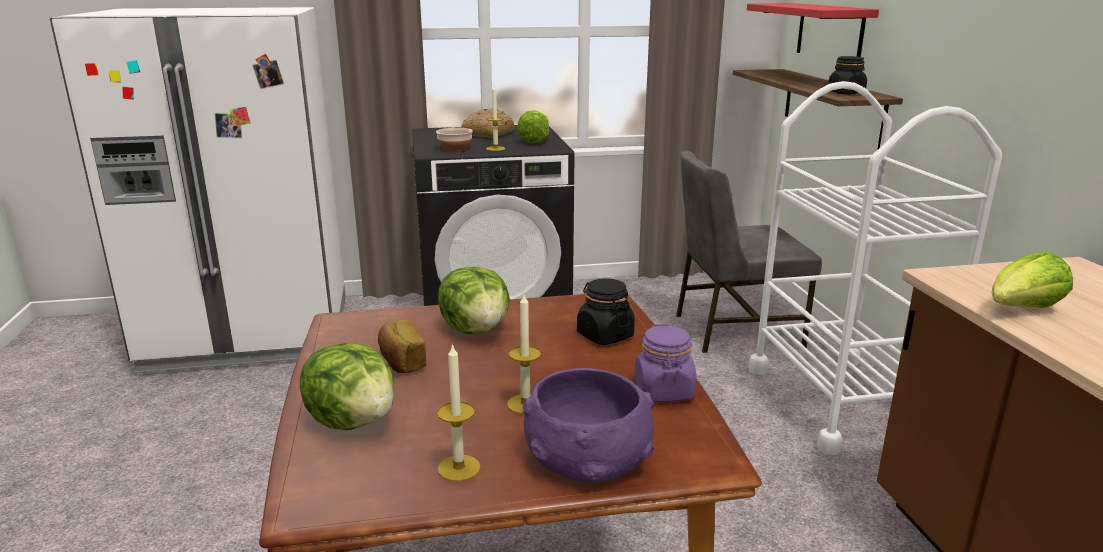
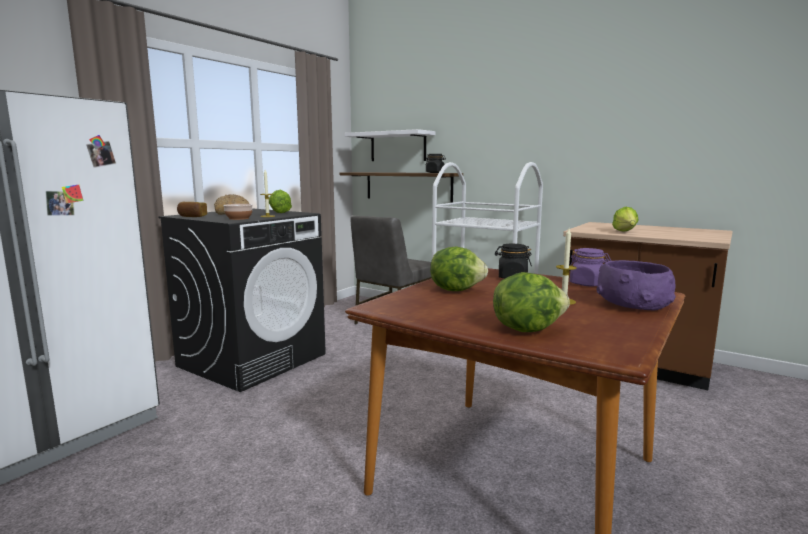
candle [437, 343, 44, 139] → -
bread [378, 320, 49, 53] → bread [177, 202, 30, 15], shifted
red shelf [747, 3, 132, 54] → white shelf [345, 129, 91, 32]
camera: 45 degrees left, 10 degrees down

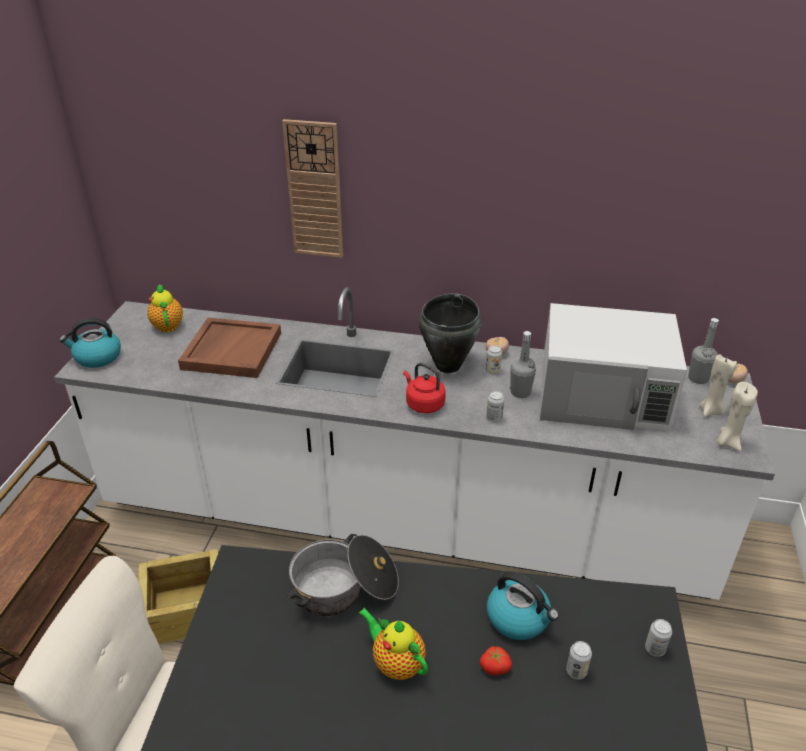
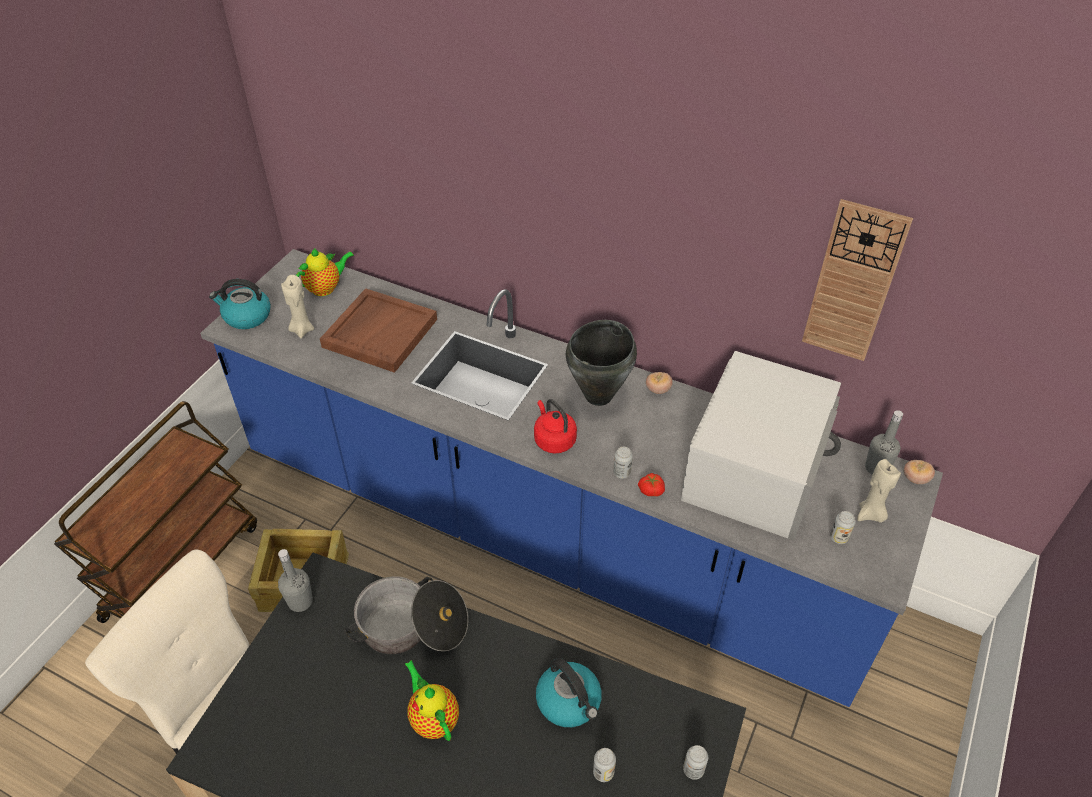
wall clock [282, 119, 62, 139] → wall clock [802, 199, 111, 162], shifted
tomato [480, 646, 32, 30] → tomato [638, 473, 27, 24], shifted
can [486, 345, 16, 30] → can [830, 511, 25, 33], shifted
grey bottle [510, 331, 26, 67] → grey bottle [278, 549, 35, 63], shifted
beige candle [717, 382, 41, 69] → beige candle [281, 275, 33, 64], shifted
white counter [54, 287, 721, 313] → blue counter [200, 249, 743, 458]
teapot [147, 284, 36, 48] → teapot [296, 248, 58, 48], 60 degrees clockwise
white microwave [540, 303, 147, 128] → white microwave [681, 351, 160, 190], 90 degrees counterclockwise
camera: 15 degrees right, 10 degrees up

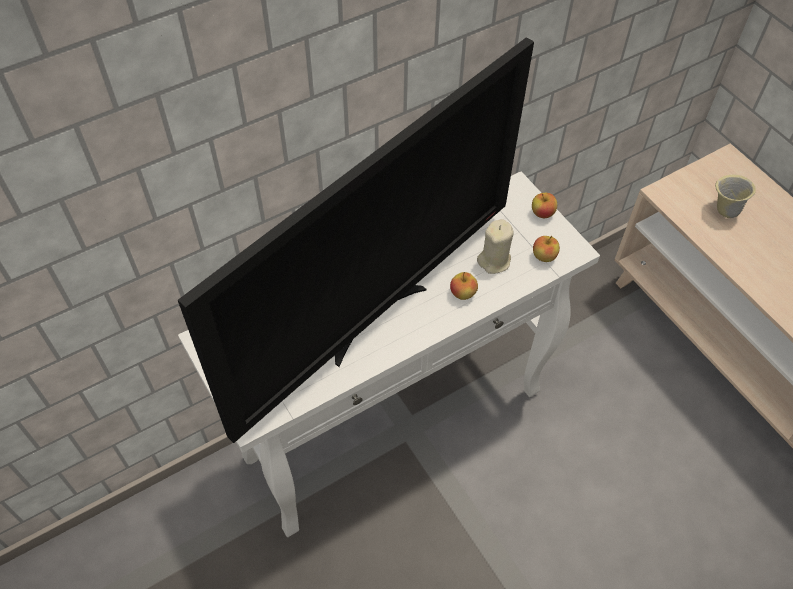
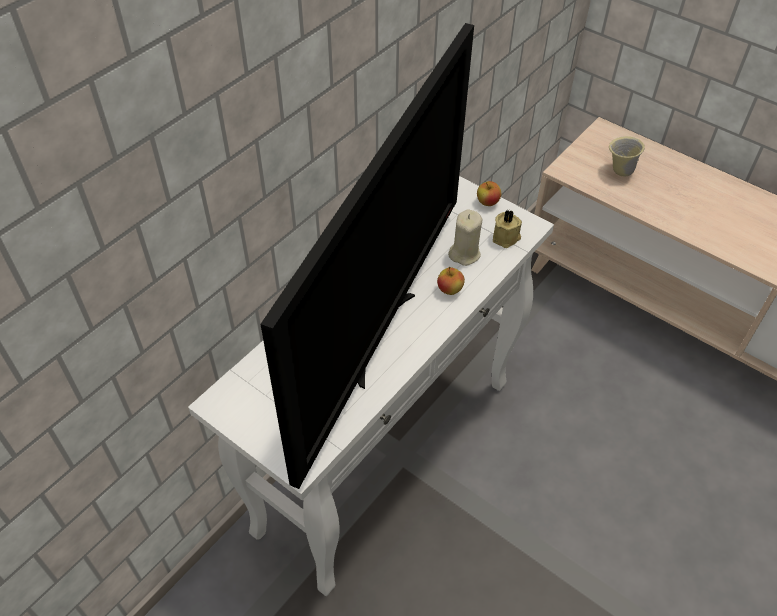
apple [533, 235, 27, 27] → beige candle [493, 210, 29, 38]
camera: 20 degrees left, 5 degrees down

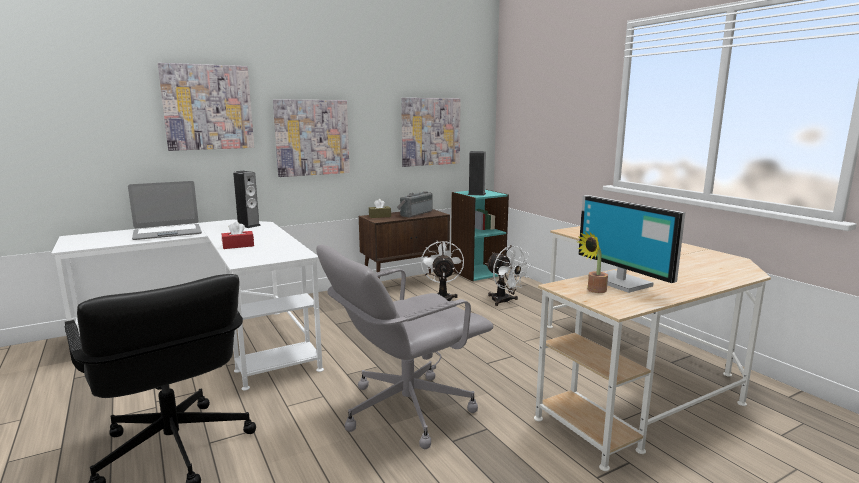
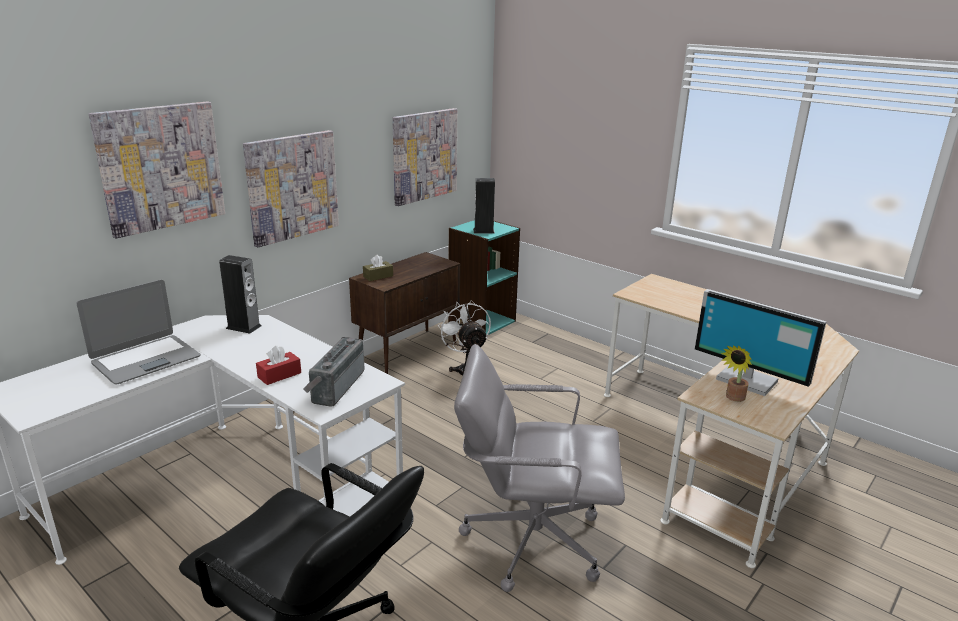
white fan [486, 245, 46, 61] → -
radio [397, 191, 35, 27] → radio [303, 337, 62, 70], shifted
grey office chair [316, 245, 177, 204] → grey office chair [454, 344, 171, 248], 60 degrees clockwise
camera: 20 degrees left, 10 degrees up

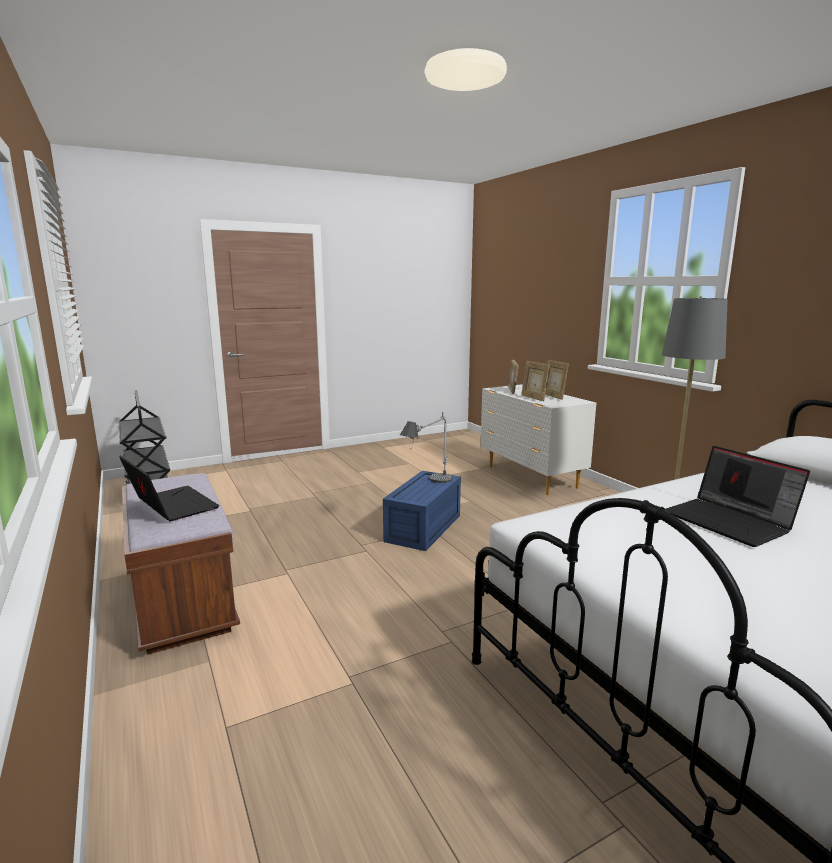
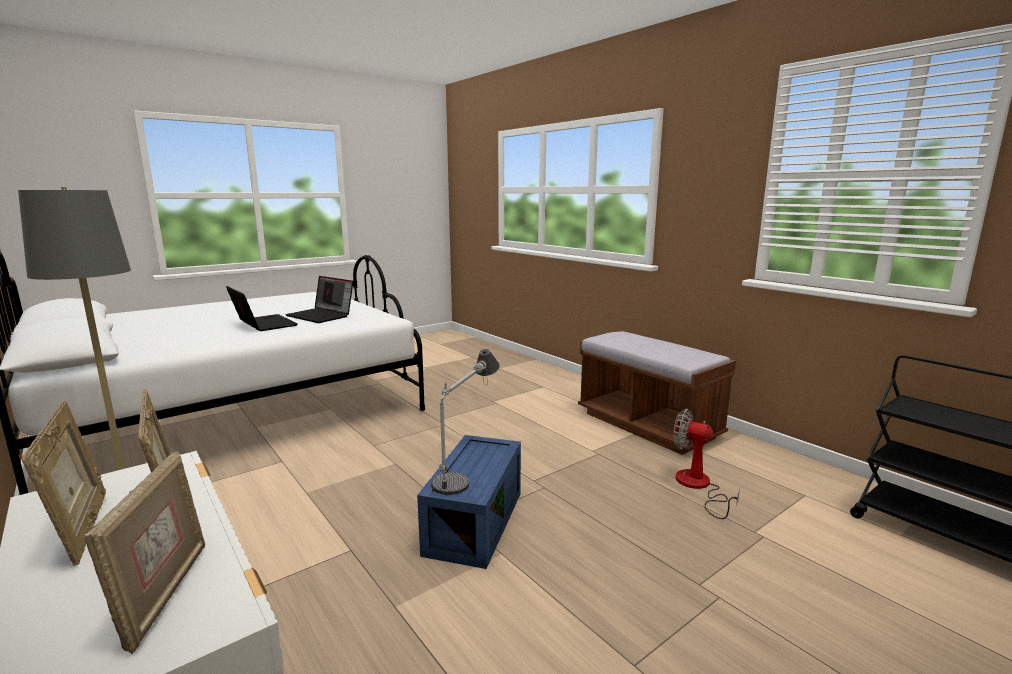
- → fan [673, 409, 67, 110]
laptop [119, 455, 101, 66] → laptop [285, 276, 68, 47], shifted
camera: 170 degrees right, 0 degrees up

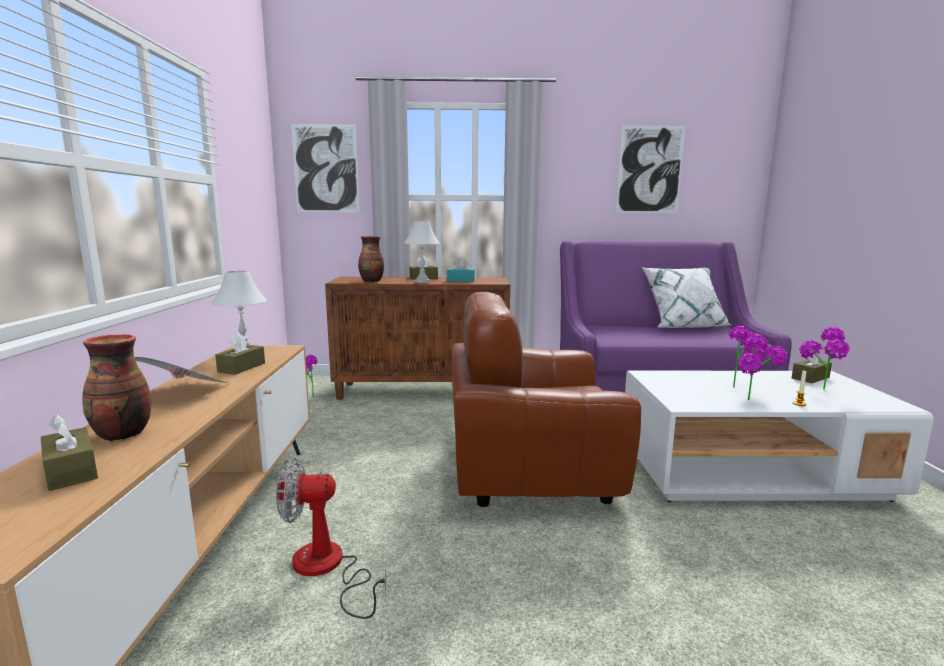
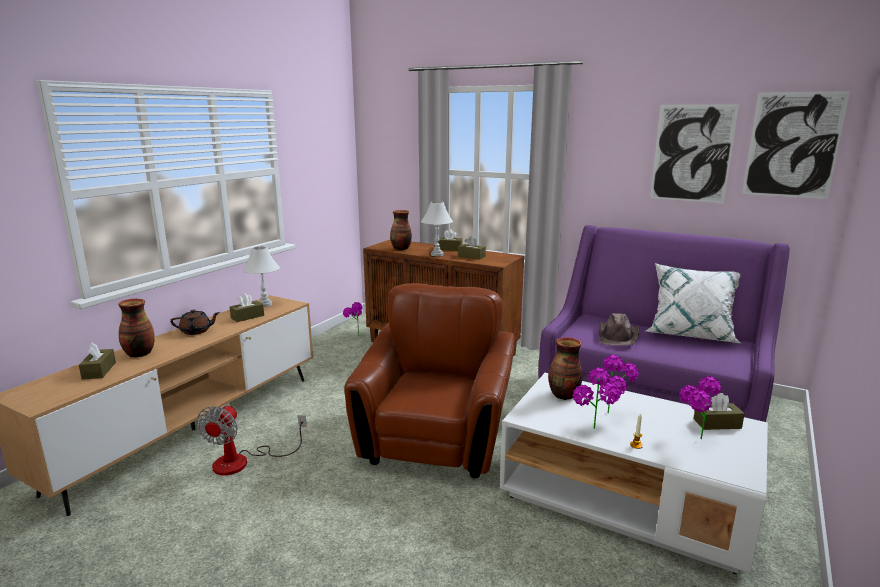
- → vase [548, 337, 34, 63]
- → brown hat [599, 313, 41, 32]
picture [291, 124, 68, 88] → picture [742, 91, 108, 108], shifted
newspaper [135, 357, 91, 26] → brown teapot [170, 309, 50, 26]
turquoise tissue box [447, 258, 28, 24] → brown tissue box [458, 236, 28, 24]
fan [276, 458, 111, 161] → fan [196, 404, 111, 72], 105 degrees counterclockwise
brown armchair [452, 292, 189, 215] → brown armchair [344, 283, 171, 195], 75 degrees clockwise
camera: 30 degrees right, 5 degrees up

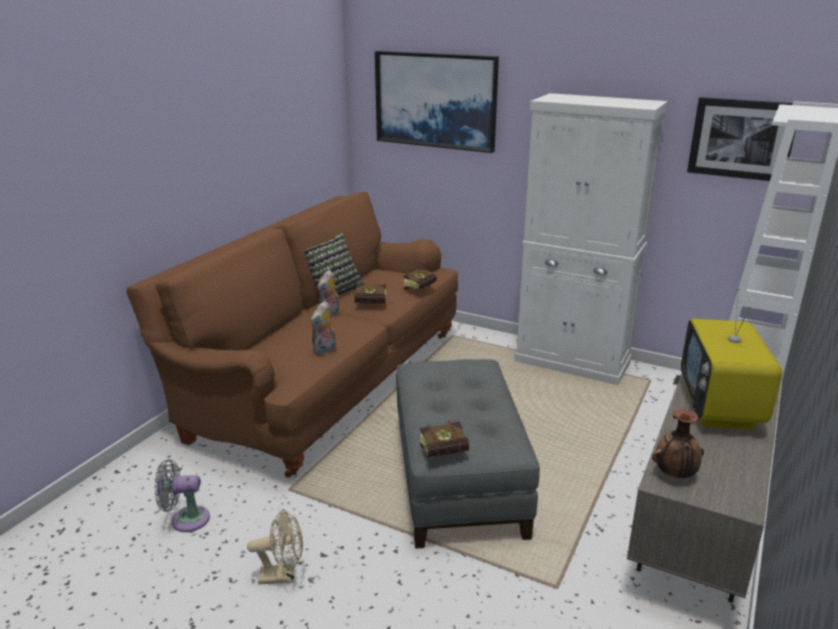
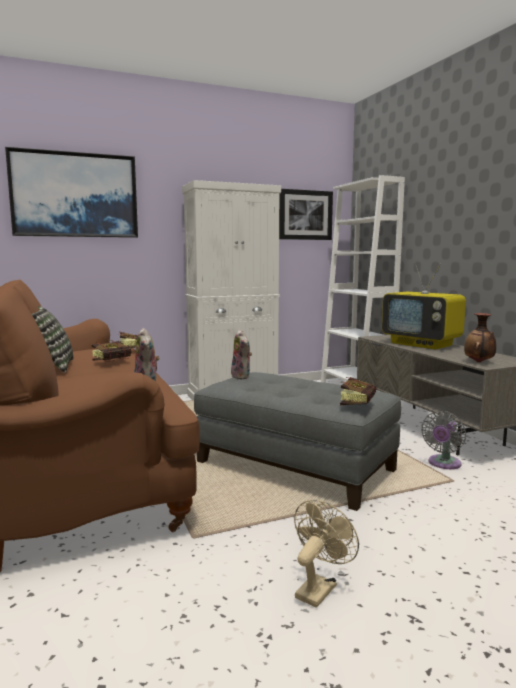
grey fan [155, 459, 55, 73] → grey fan [421, 411, 45, 58], shifted
plush toy [318, 270, 21, 48] → plush toy [231, 330, 21, 49], shifted
camera: 50 degrees left, 15 degrees down

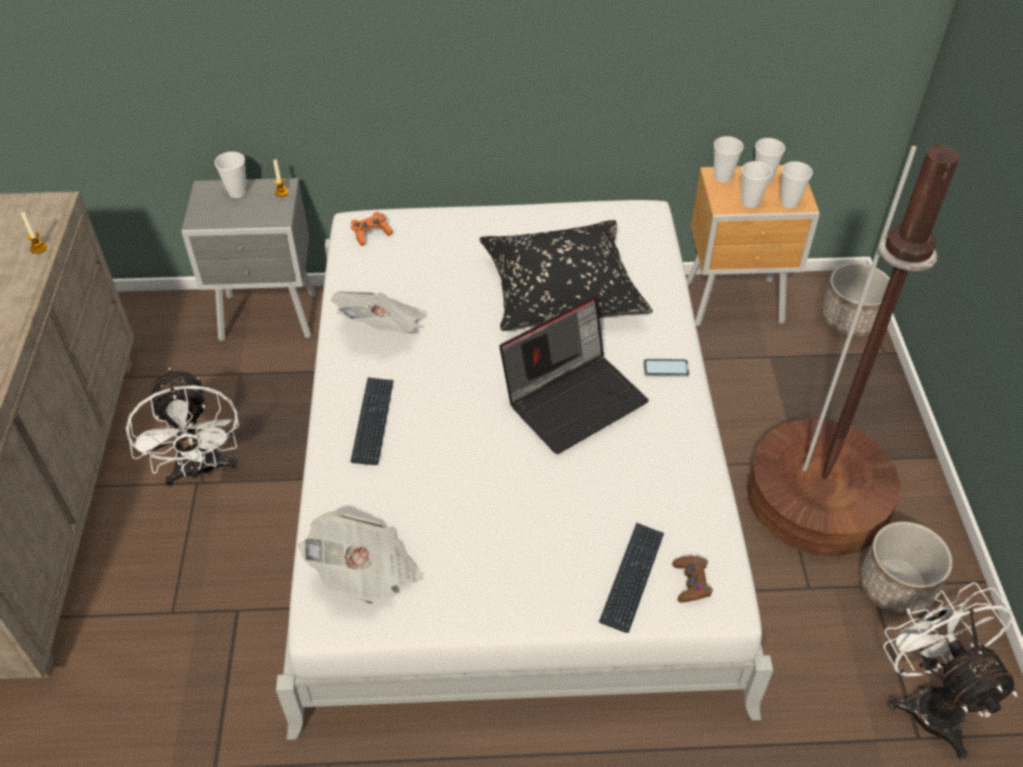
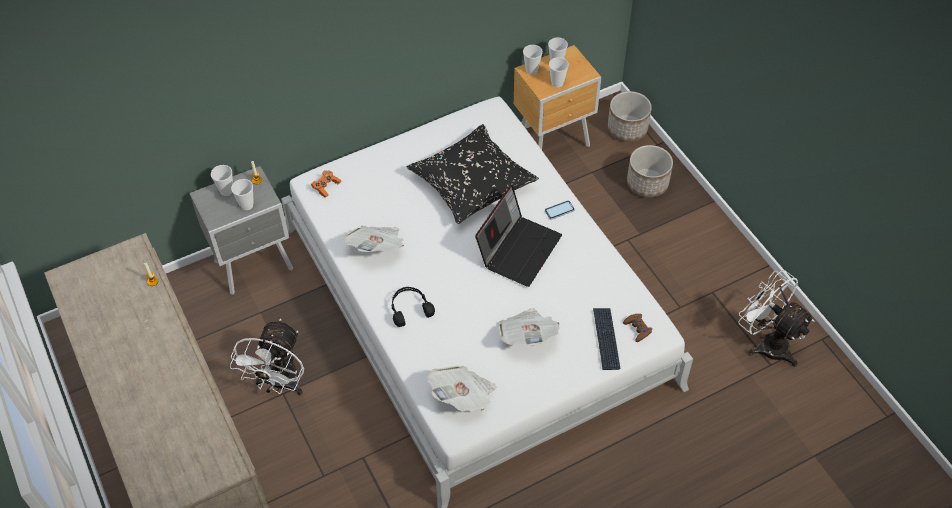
brown floor lamp [747, 145, 213, 411] → -
- → newspaper [499, 308, 61, 38]
cup [781, 161, 32, 47] → cup [231, 179, 23, 31], shifted
planter [860, 522, 93, 94] → planter [627, 145, 46, 52], shifted
keyboard [351, 377, 43, 88] → black headphones [392, 287, 43, 40]
white fan [126, 368, 113, 118] → white fan [230, 319, 74, 76], 60 degrees clockwise
camera: 25 degrees left, 5 degrees up

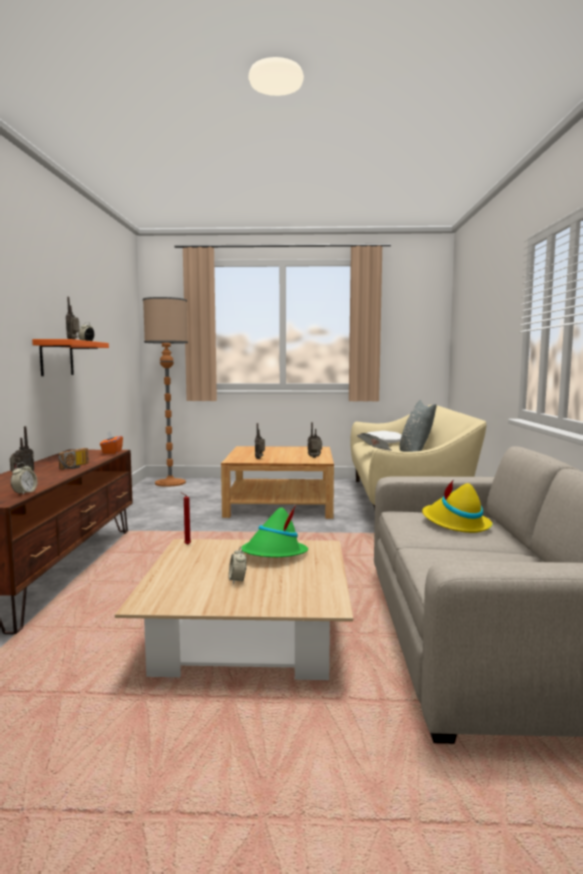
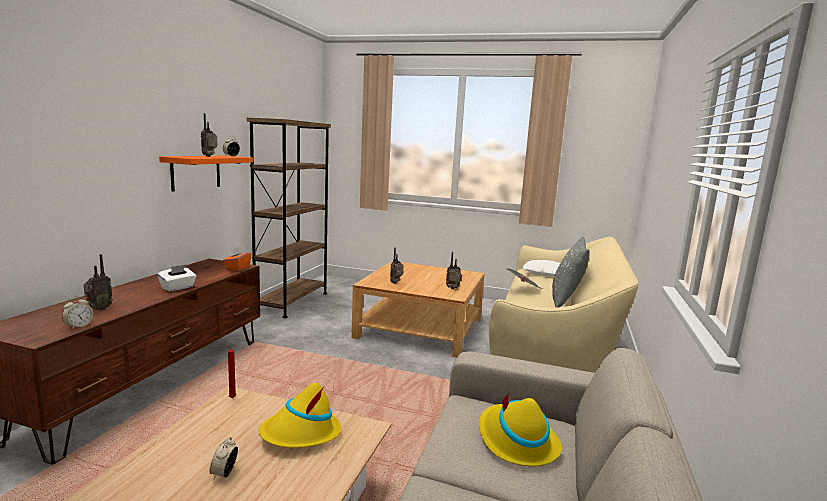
floor lamp [143, 297, 45, 190] → -
- → brown bookcase [247, 118, 84, 200]
radio [58, 448, 31, 22] → white tissue box [157, 265, 39, 27]
green hat [242, 505, 66, 52] → yellow hat [259, 383, 82, 65]
camera: 15 degrees right, 5 degrees up

